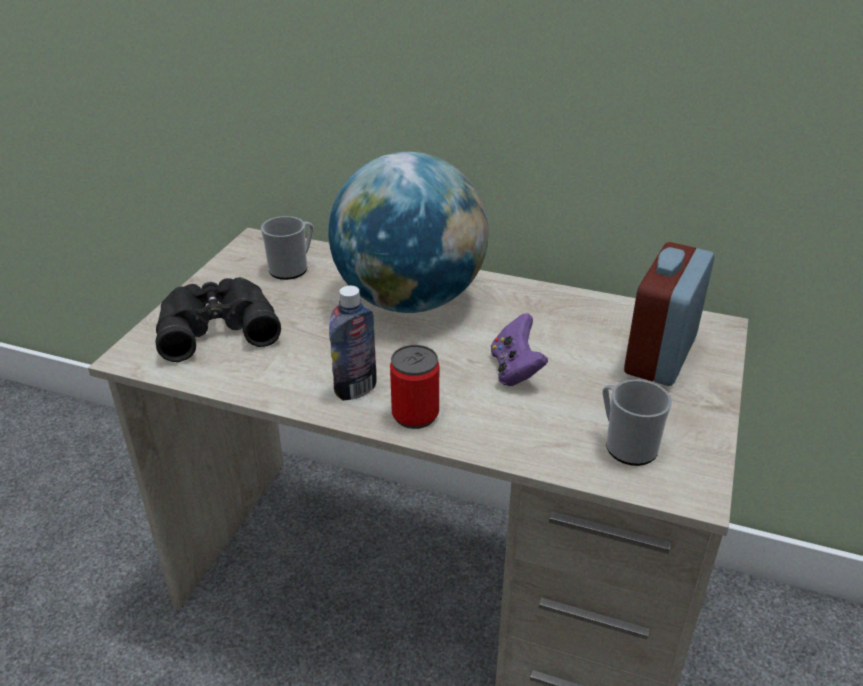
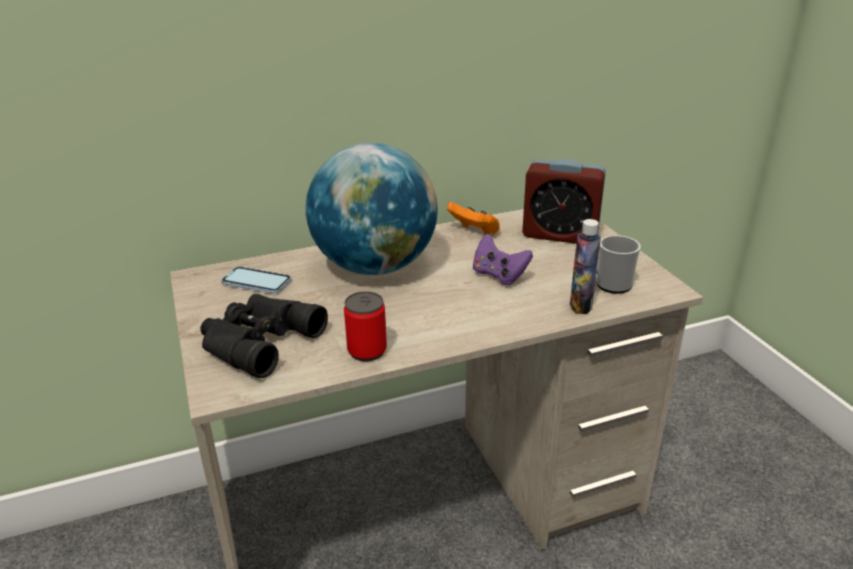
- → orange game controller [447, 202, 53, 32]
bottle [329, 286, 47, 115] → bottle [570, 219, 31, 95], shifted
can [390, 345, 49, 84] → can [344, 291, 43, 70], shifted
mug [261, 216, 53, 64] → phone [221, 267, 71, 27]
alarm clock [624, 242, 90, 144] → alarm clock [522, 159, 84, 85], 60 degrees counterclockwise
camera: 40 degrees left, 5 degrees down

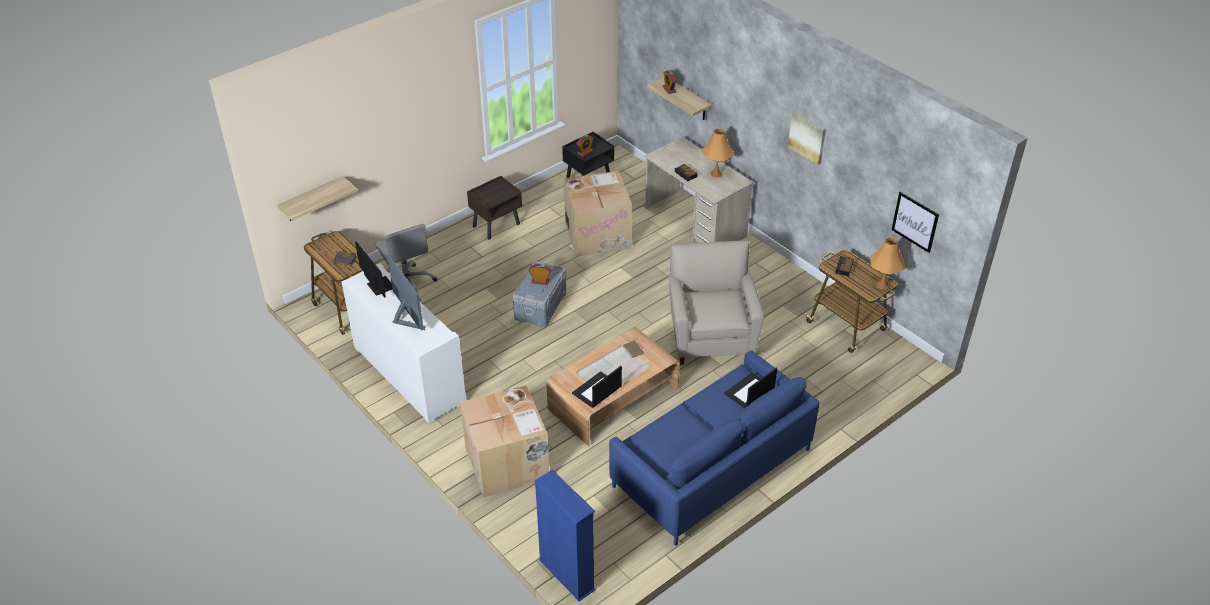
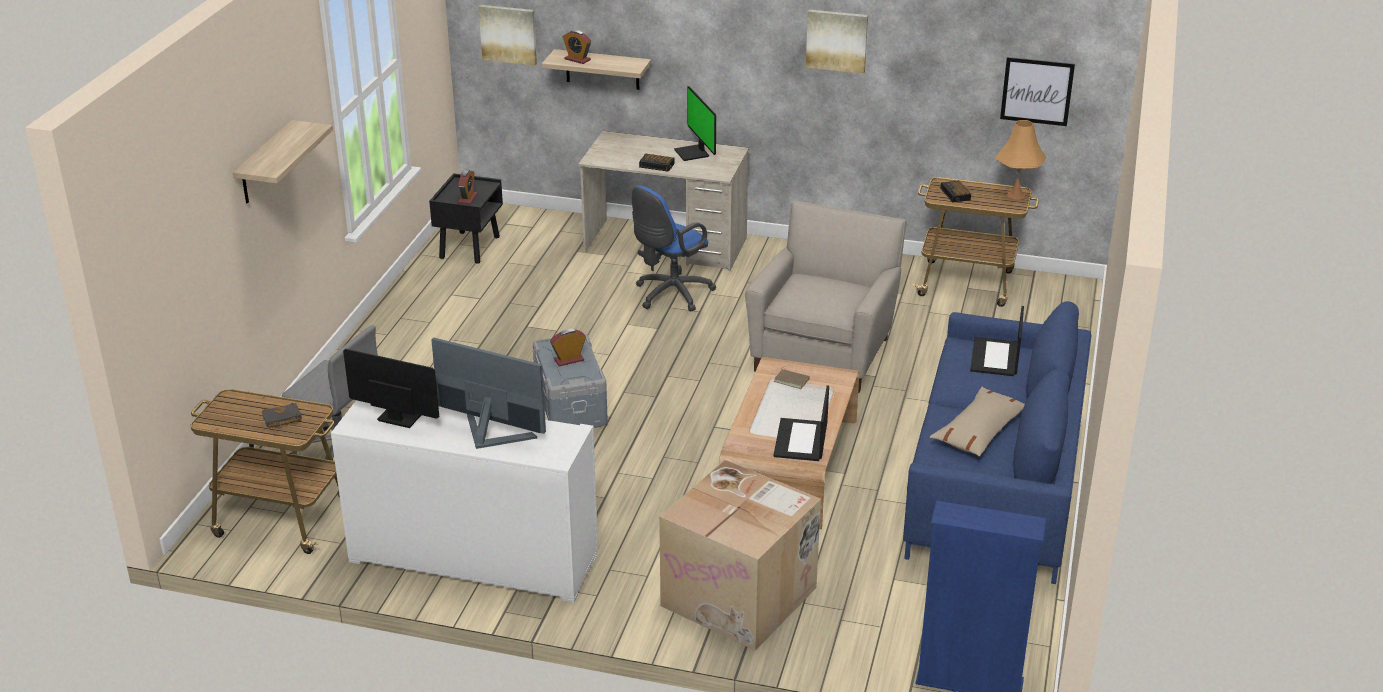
brown nightstand [467, 176, 55, 64] → -
cardboard box [564, 171, 68, 86] → -
- → picture [478, 5, 59, 61]
- → blue office chair [632, 186, 84, 126]
- → beige pillow [930, 387, 95, 70]
shelf [277, 176, 81, 45] → shelf [233, 120, 100, 83], shifted
orange table lamp [702, 128, 32, 50] → monitor [674, 86, 42, 75]
beige armchair [669, 240, 96, 125] → beige armchair [745, 201, 161, 192], 60 degrees clockwise
camera: 35 degrees left, 10 degrees down

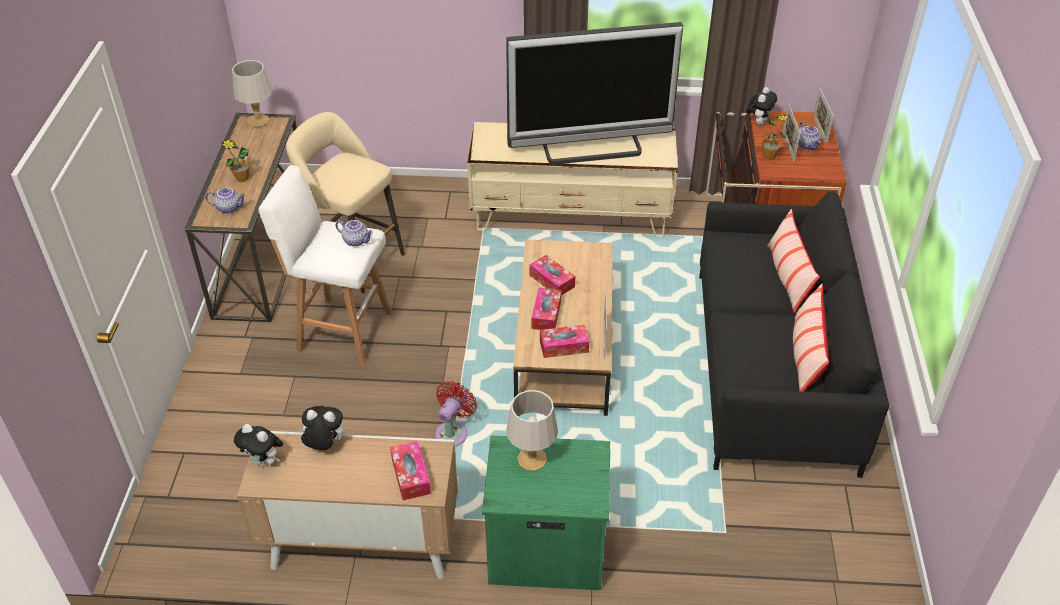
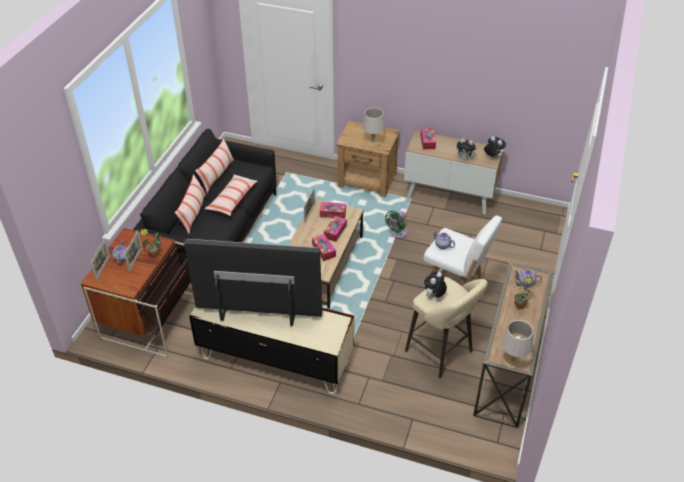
- → pillow [205, 174, 53, 42]
plush toy [746, 87, 31, 38] → plush toy [424, 272, 23, 26], shifted
red fan [435, 381, 42, 65] → green fan [385, 211, 22, 28]
green nightstand [482, 435, 128, 155] → brown nightstand [336, 121, 64, 76]
camera: 165 degrees left, 0 degrees up

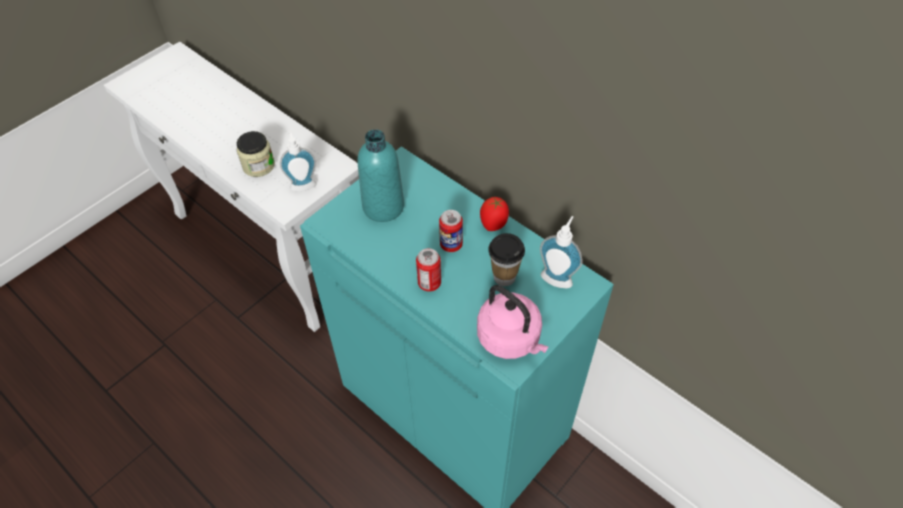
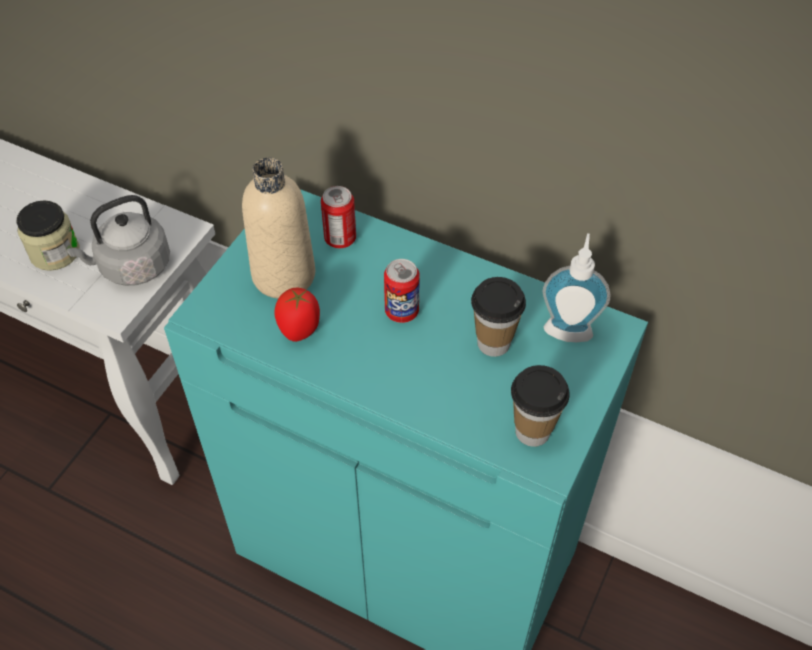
can [416, 248, 25, 44] → can [321, 186, 35, 62], shifted
tomato [480, 197, 29, 34] → tomato [274, 288, 46, 54], shifted
soap dispenser [280, 130, 37, 61] → grey kettle [66, 195, 104, 91]
pink kettle [477, 285, 71, 74] → cup [511, 365, 58, 82]
turquoise bottle [358, 129, 46, 93] → beige bottle [242, 158, 73, 140]
camera: 15 degrees left, 0 degrees up

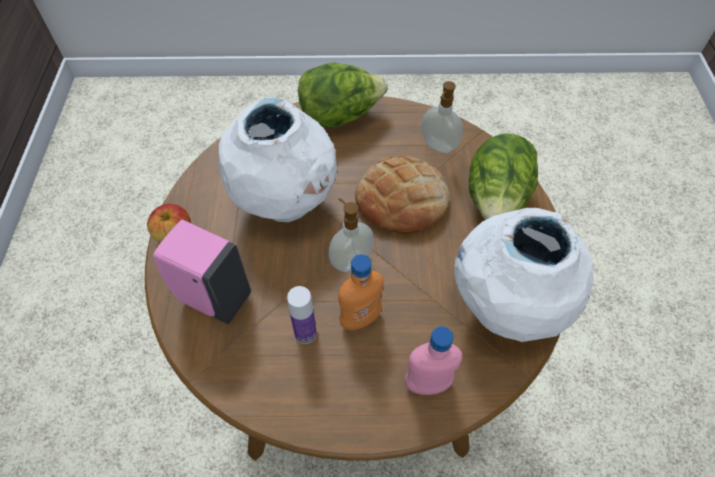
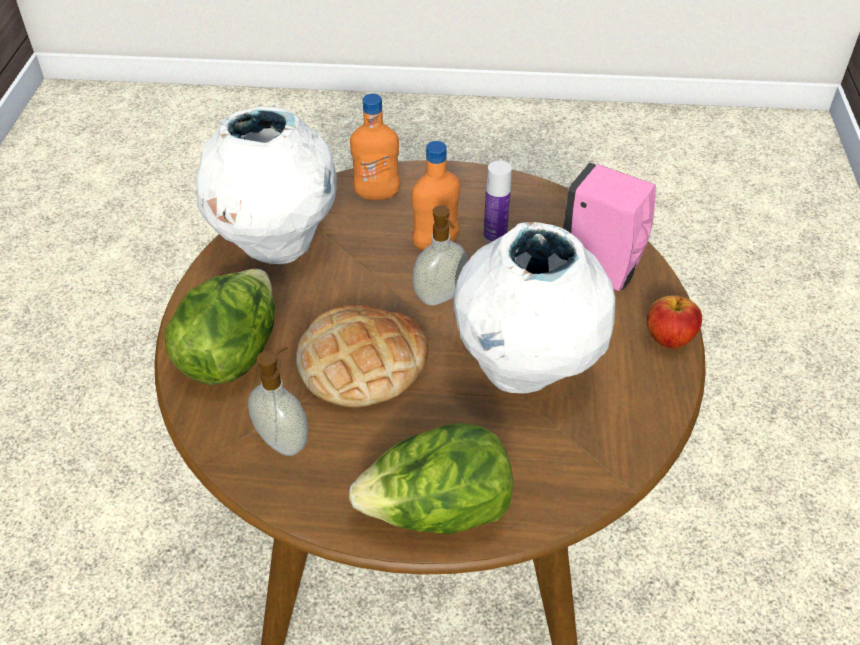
pink bottle [405, 326, 57, 69] → orange bottle [350, 94, 50, 106]
camera: 175 degrees left, 10 degrees down

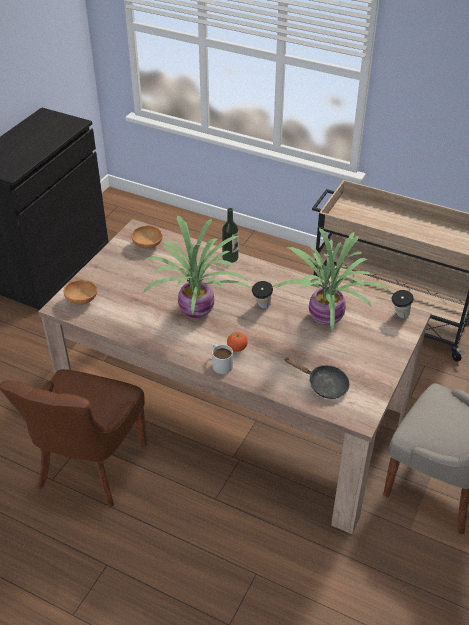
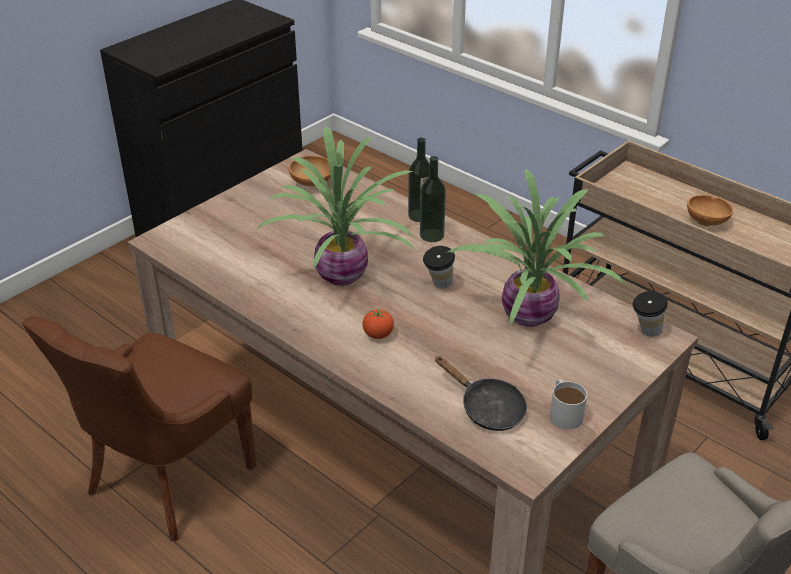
- → bottle [420, 156, 26, 86]
brown bowl [64, 280, 33, 25] → brown bowl [687, 195, 46, 31], shifted
white mug [212, 344, 21, 30] → white mug [550, 379, 37, 50], shifted
camera: 15 degrees right, 5 degrees down

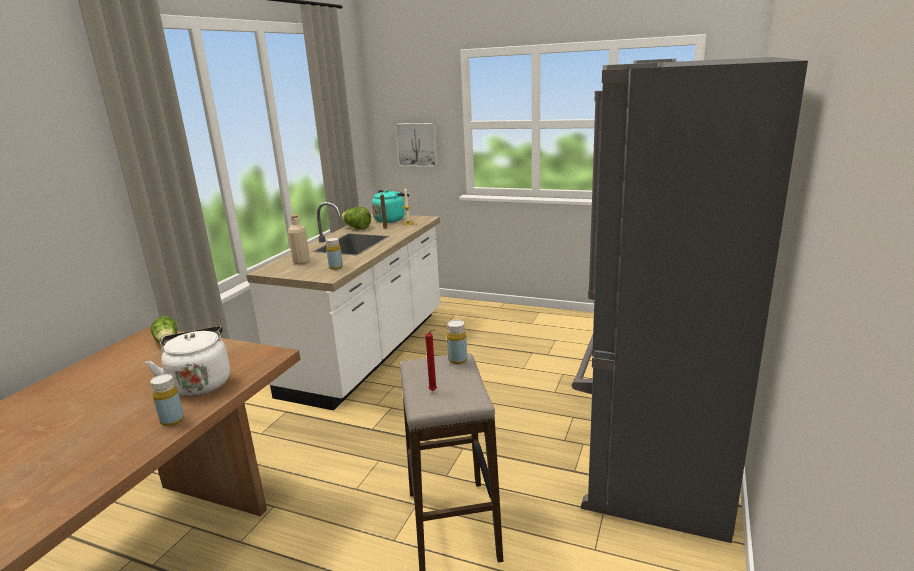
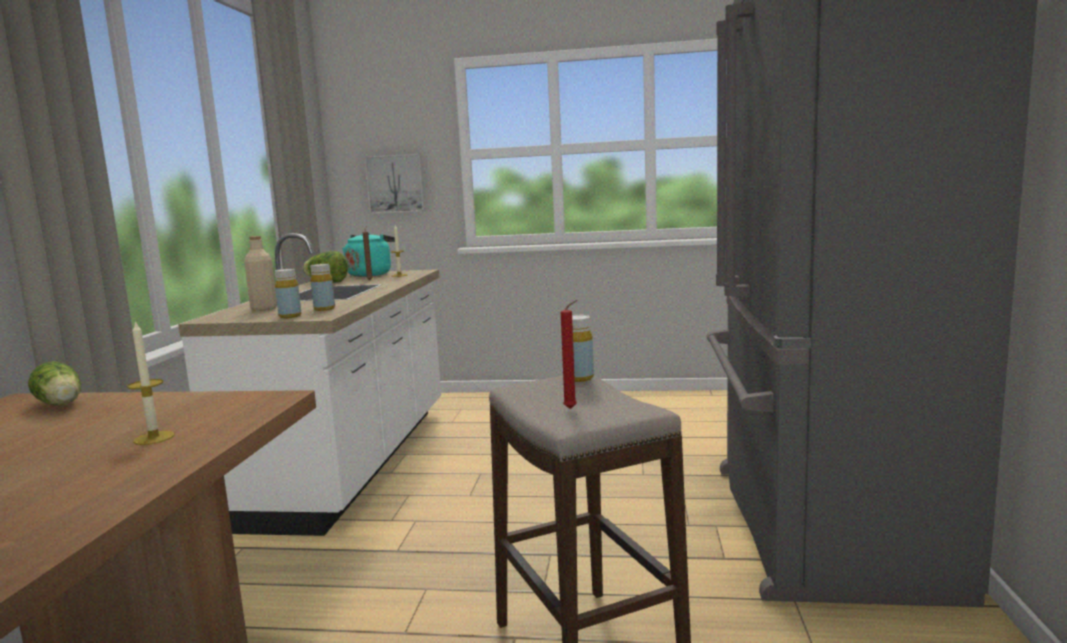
yellow bottle [150, 374, 34, 52] → yellow bottle [275, 269, 26, 49], shifted
white kettle [146, 326, 84, 70] → candle [127, 320, 48, 125]
camera: 15 degrees left, 10 degrees down

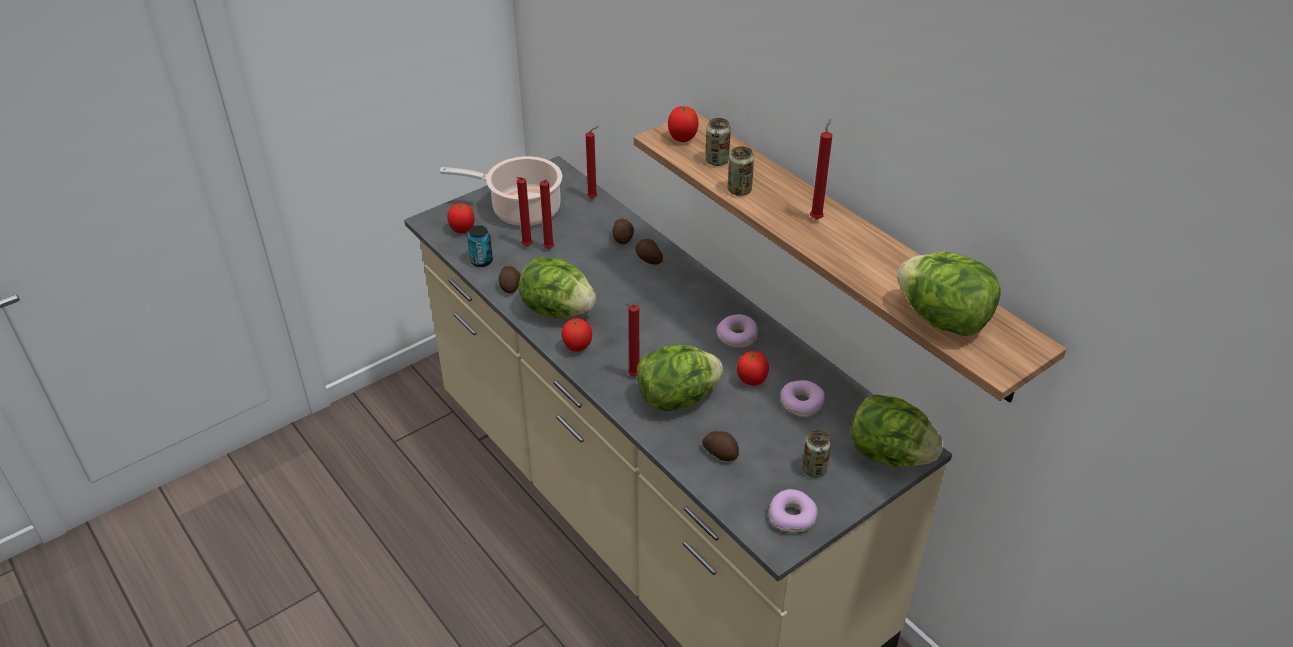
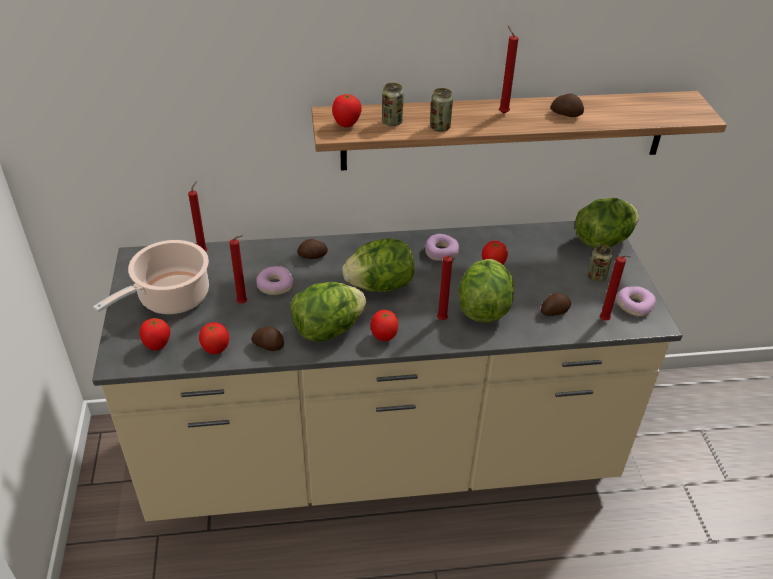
red candle [516, 177, 16, 69] → red candle [600, 255, 31, 66], shifted
potato [613, 219, 21, 25] → potato [550, 93, 34, 24], shifted
donut [780, 380, 45, 38] → donut [256, 266, 37, 29], shifted
lettuce [897, 251, 104, 85] → lettuce [342, 238, 72, 54], shifted
can [467, 225, 26, 42] → tomato [199, 322, 30, 32]
camera: 60 degrees left, 0 degrees up

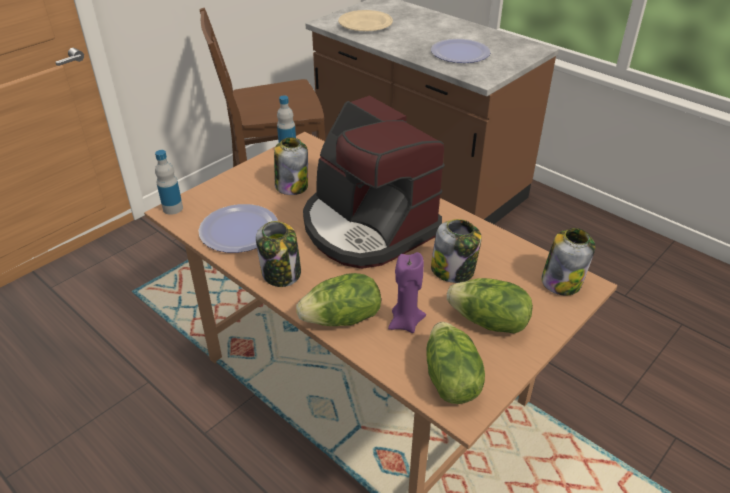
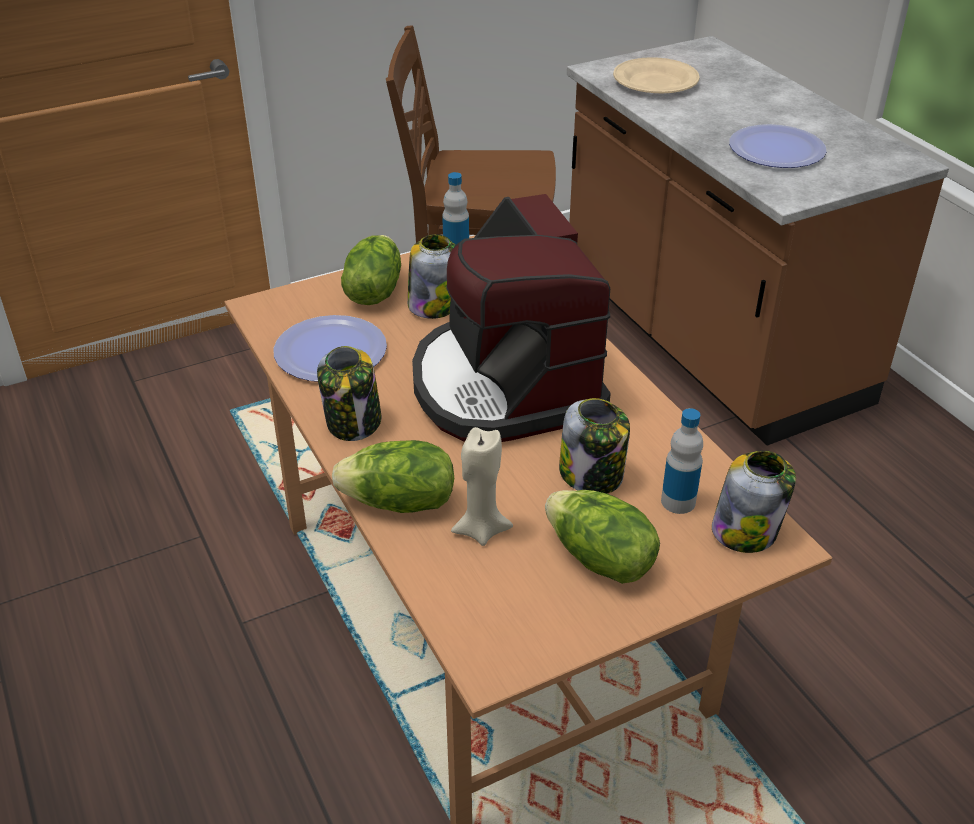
bottle [155, 150, 28, 65] → bottle [661, 408, 42, 106], shifted
lettuce [427, 322, 58, 82] → lettuce [341, 235, 60, 70], shifted
purple candle [388, 252, 38, 81] → beige candle [451, 427, 62, 119]
camera: 20 degrees right, 0 degrees up

